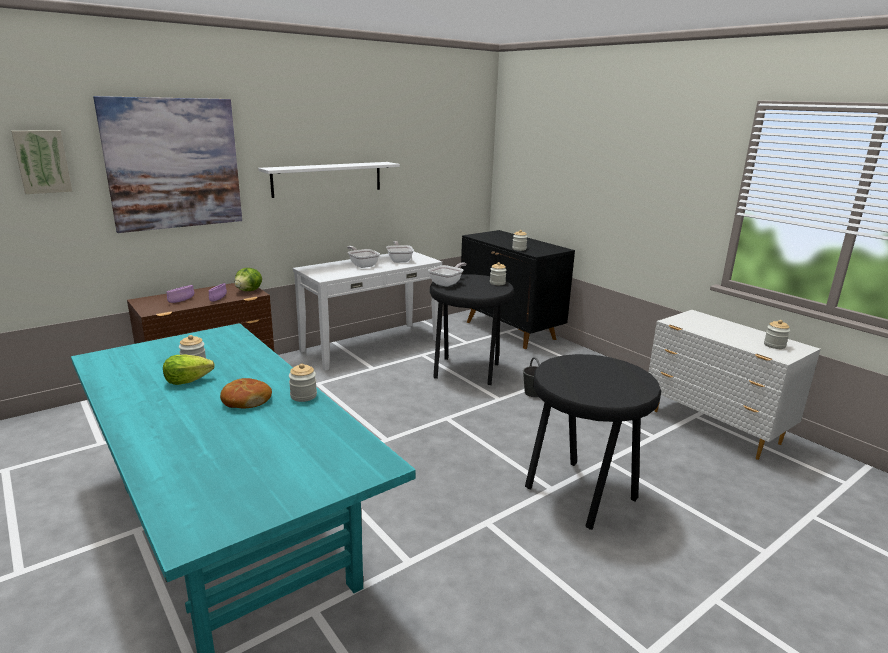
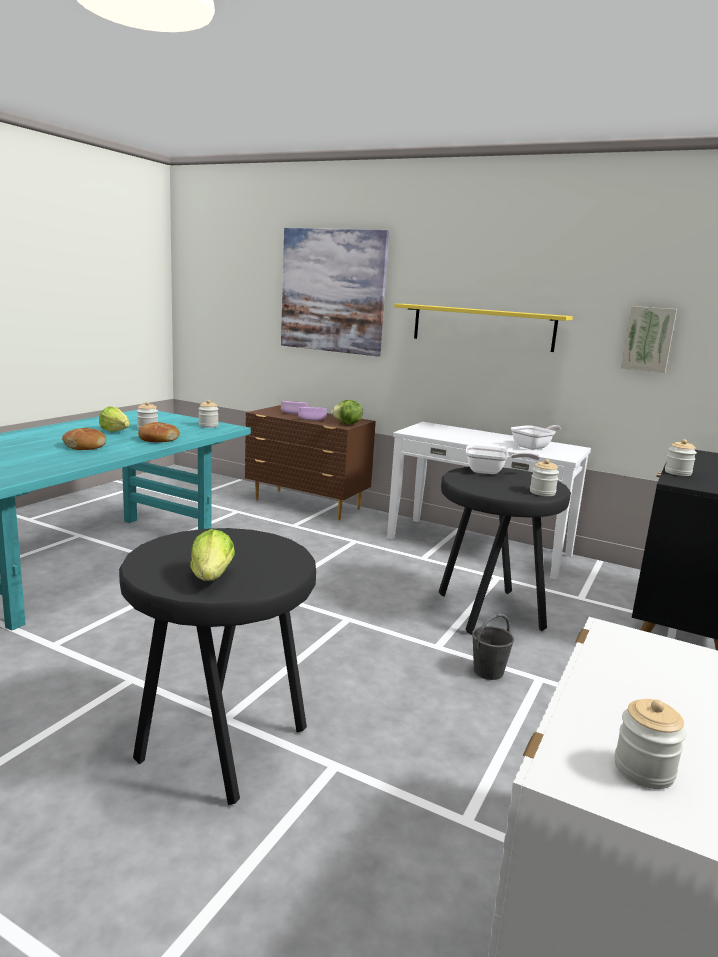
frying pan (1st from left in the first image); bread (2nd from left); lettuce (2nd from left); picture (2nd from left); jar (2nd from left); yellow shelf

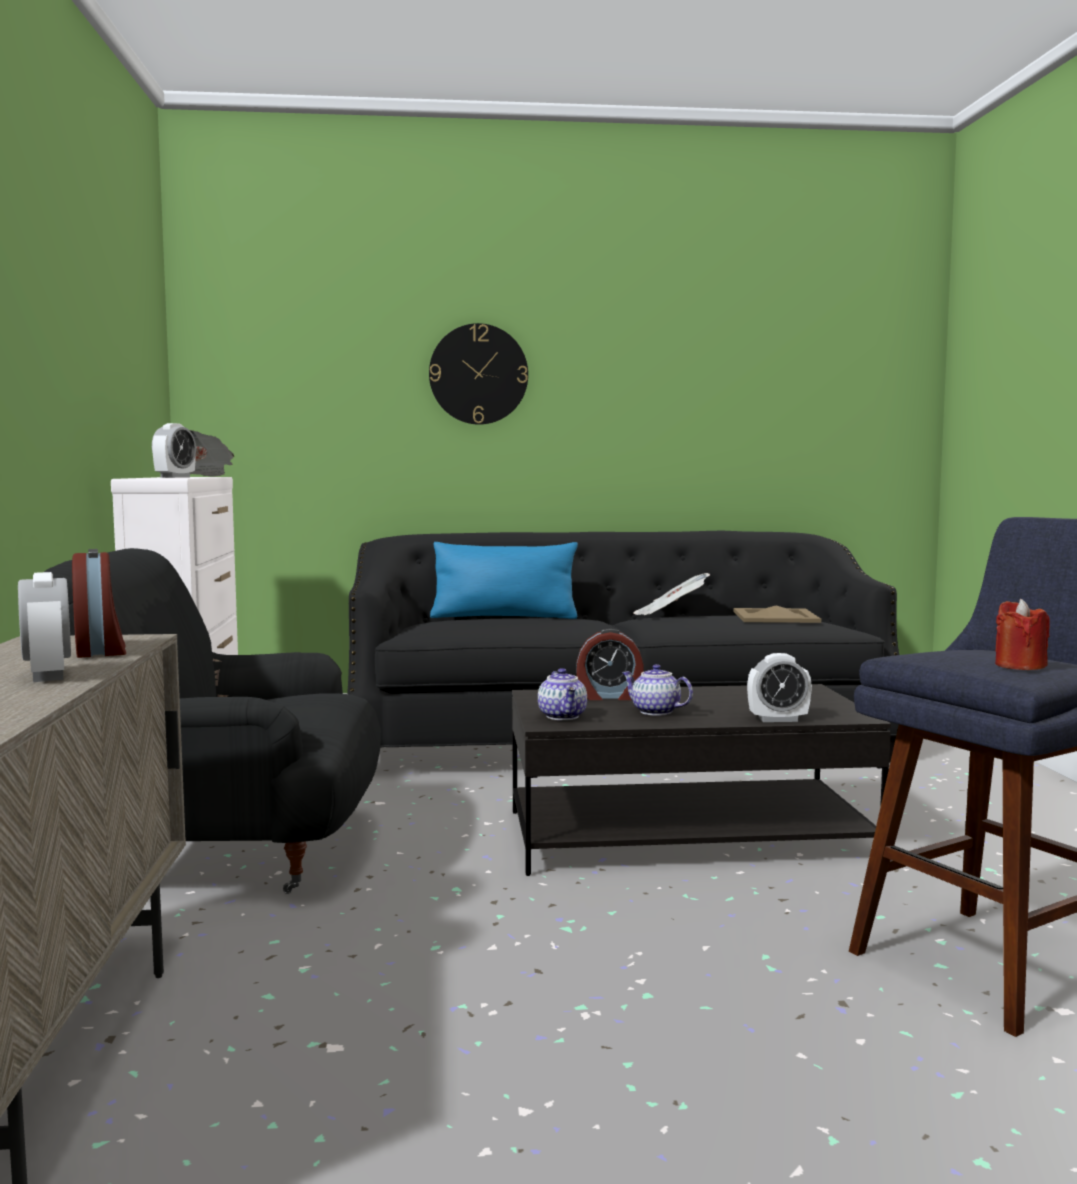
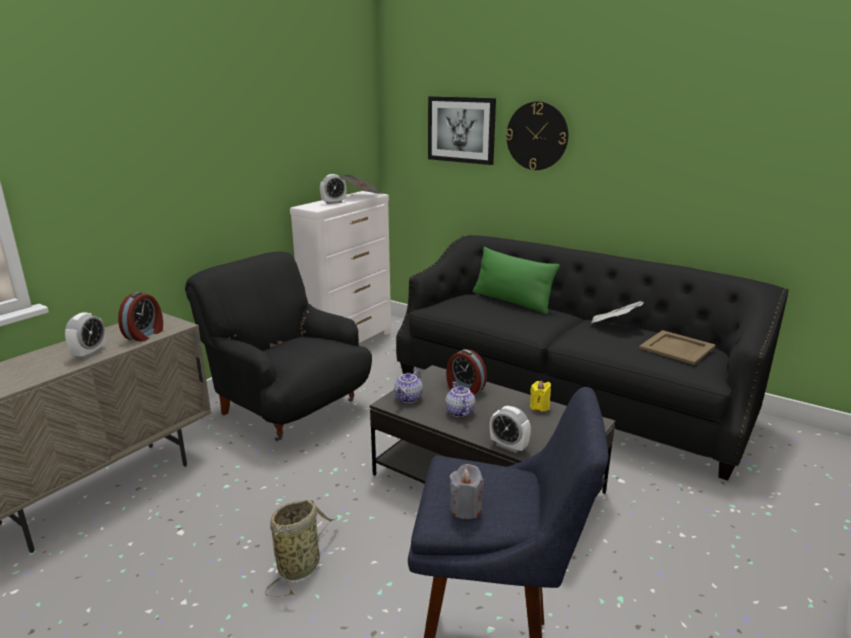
basket; picture; yellow candle; green pillow; grey candle

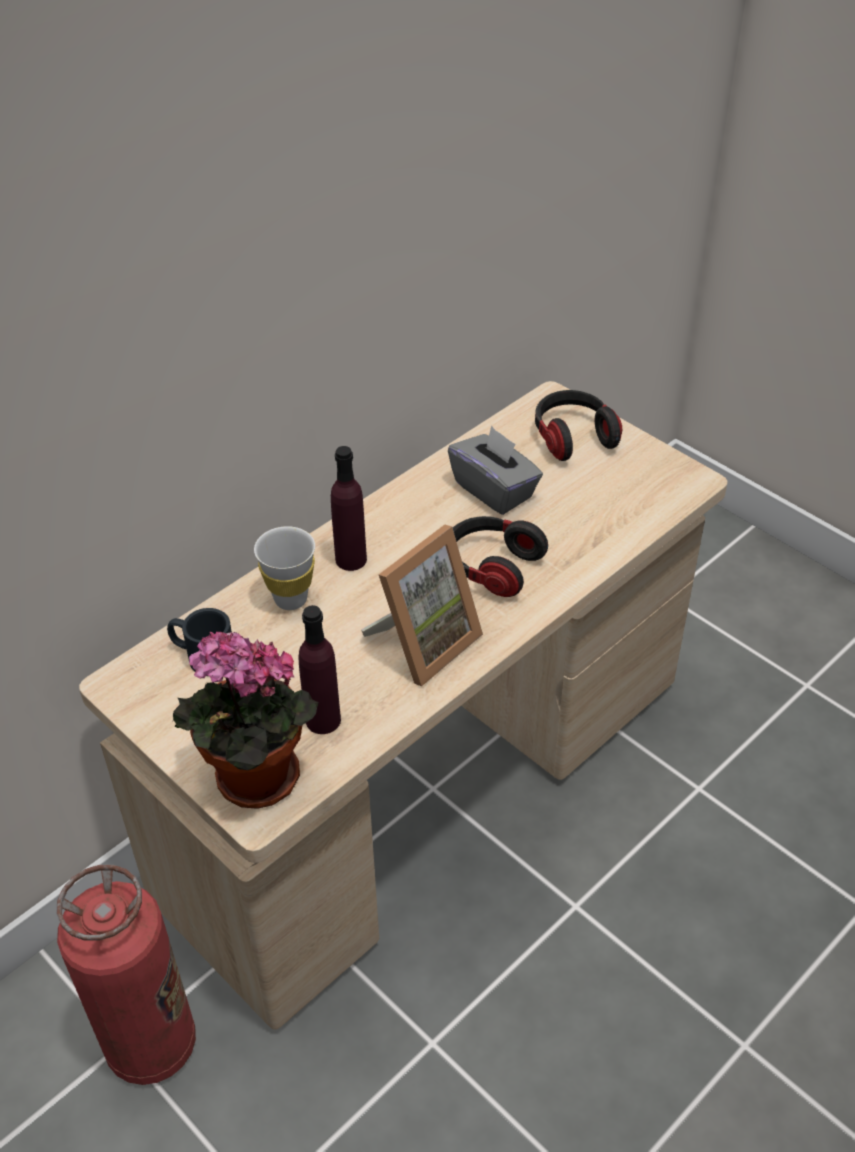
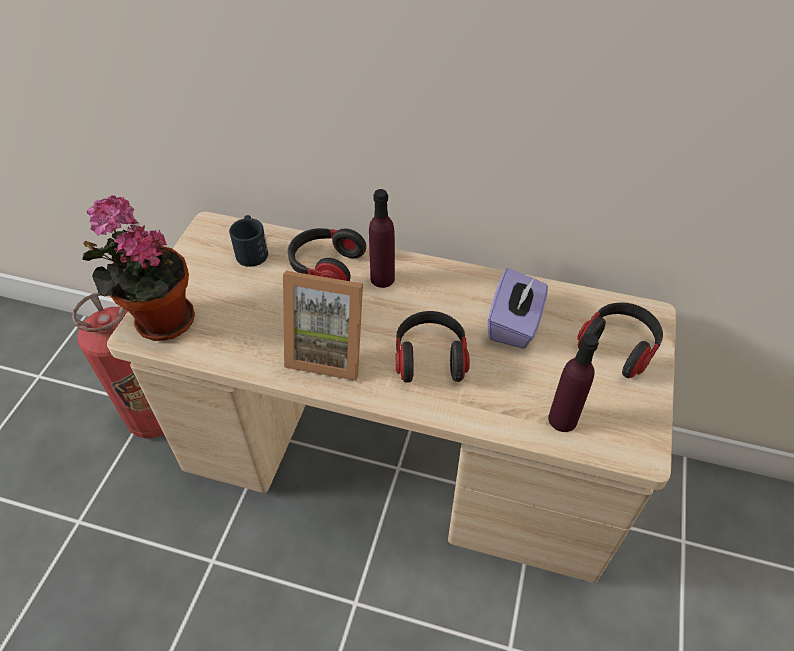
purple bottle (2nd from left); headphones (1st from left); purple tissue box

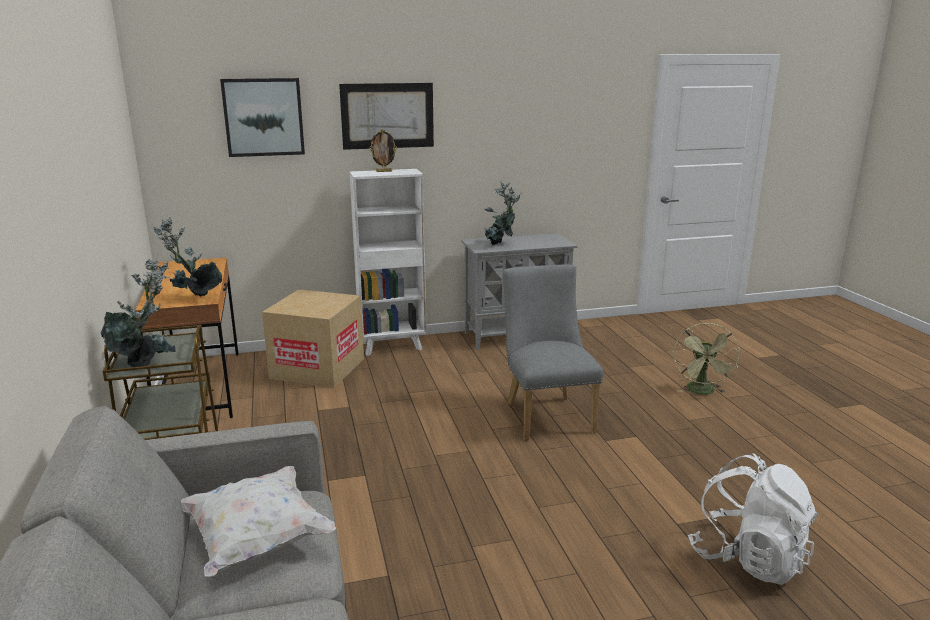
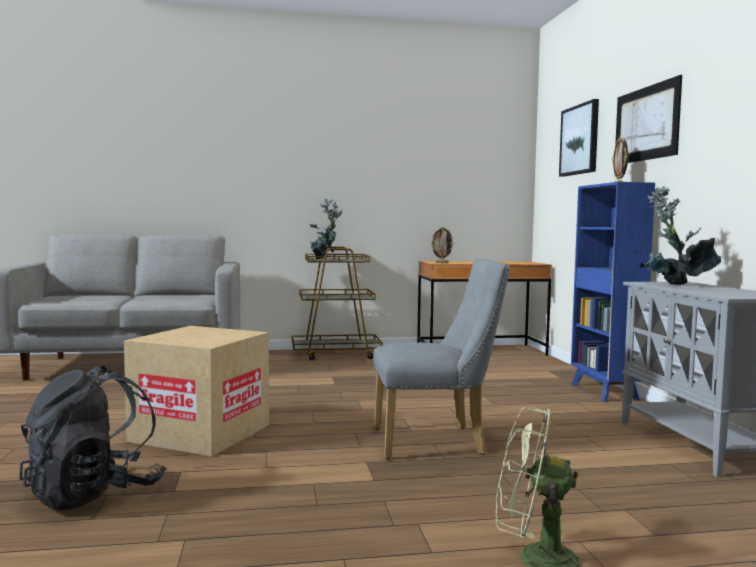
white pillow; cardboard box; picture frame (1st from left); blue bookcase; black backpack

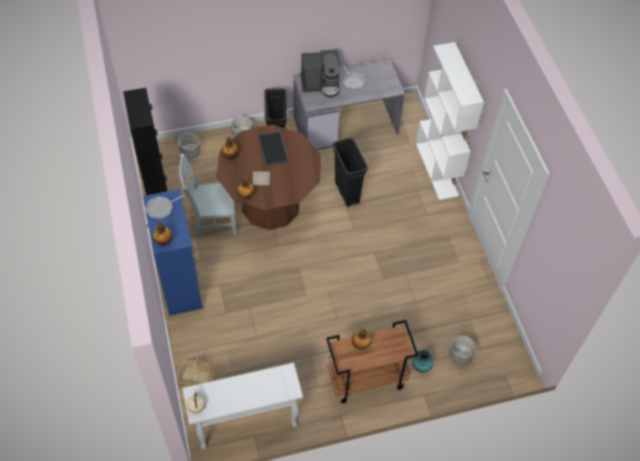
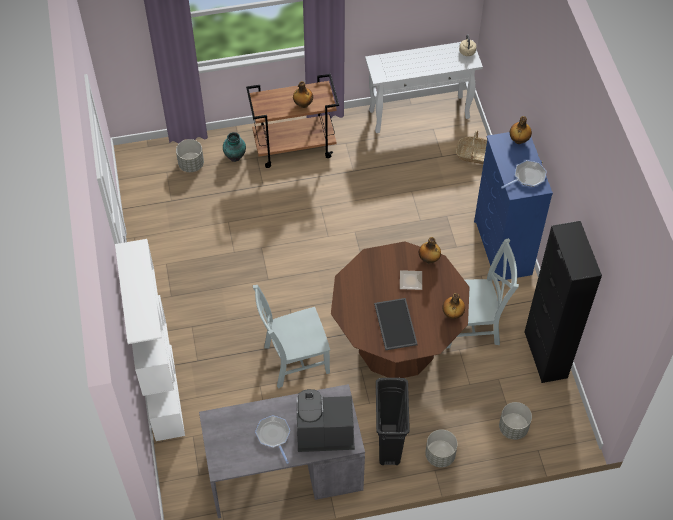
grey chair (1st from left)

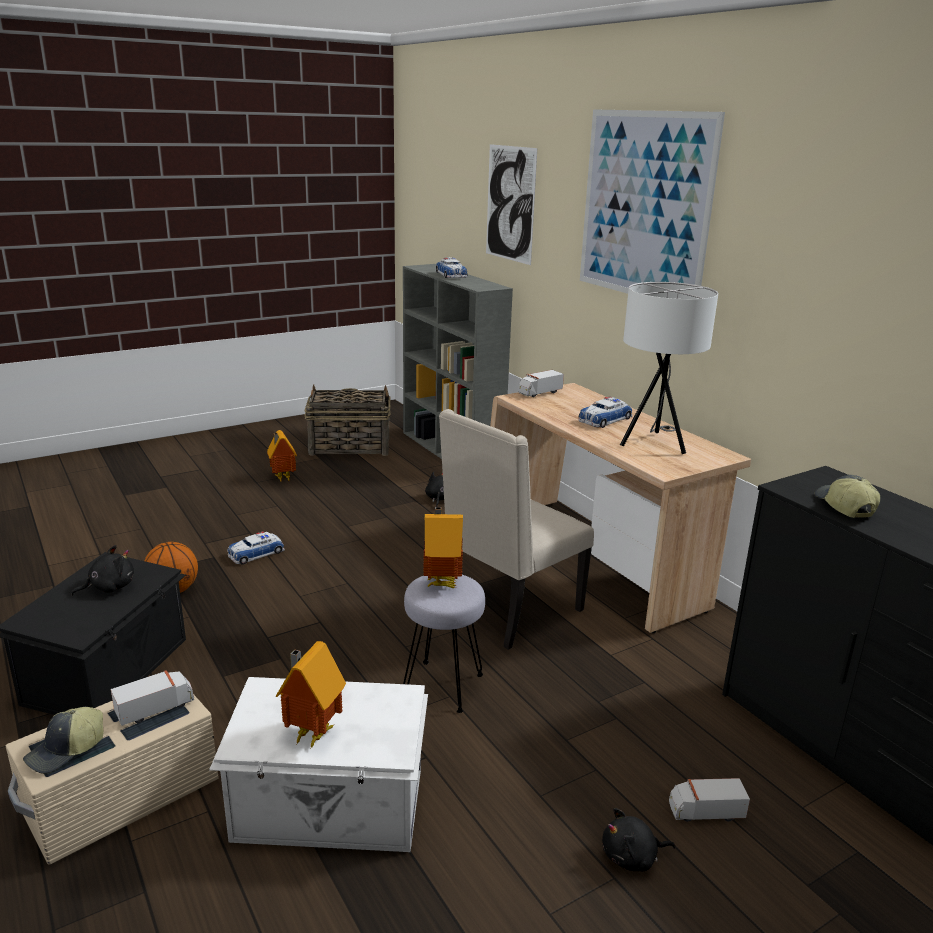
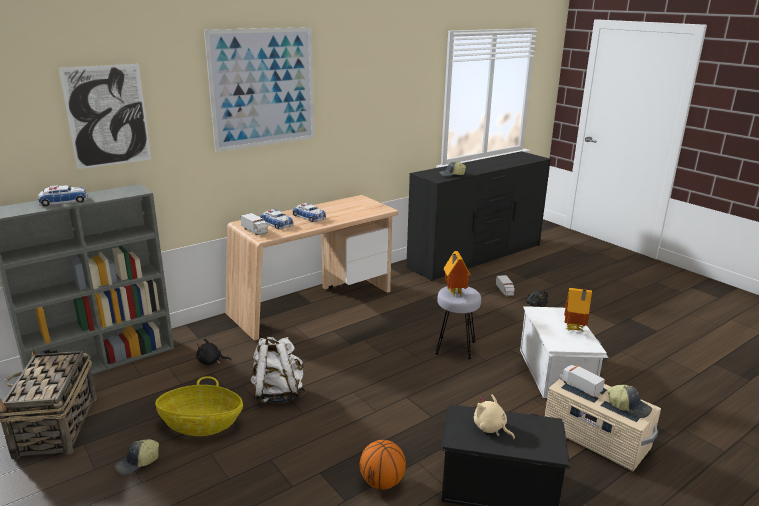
beige chair; white table lamp; basket (2nd from left); white backpack; toy car (2nd from left); cap (1st from left); beige plush toy

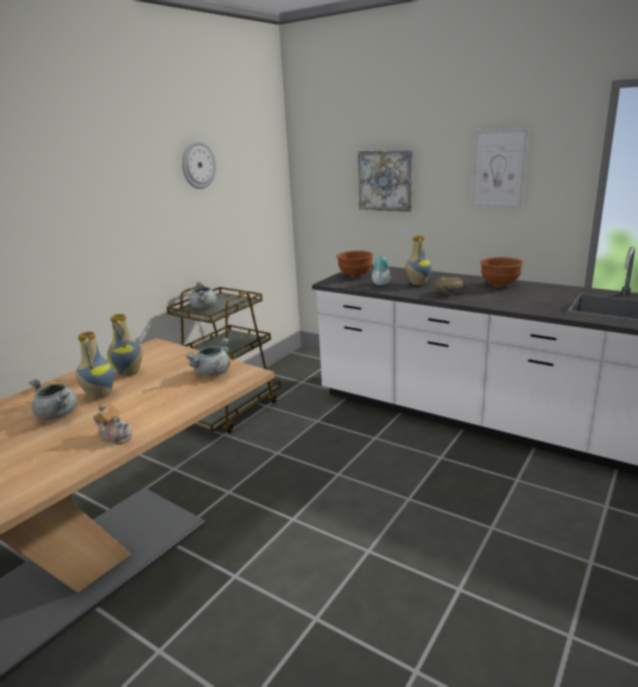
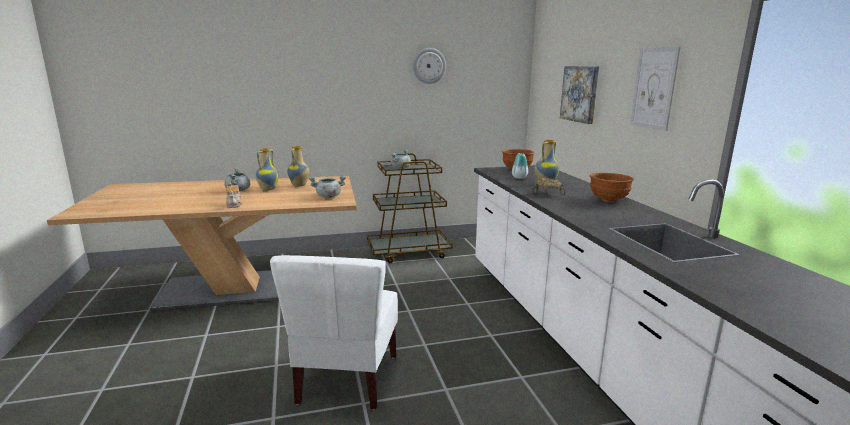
white chair

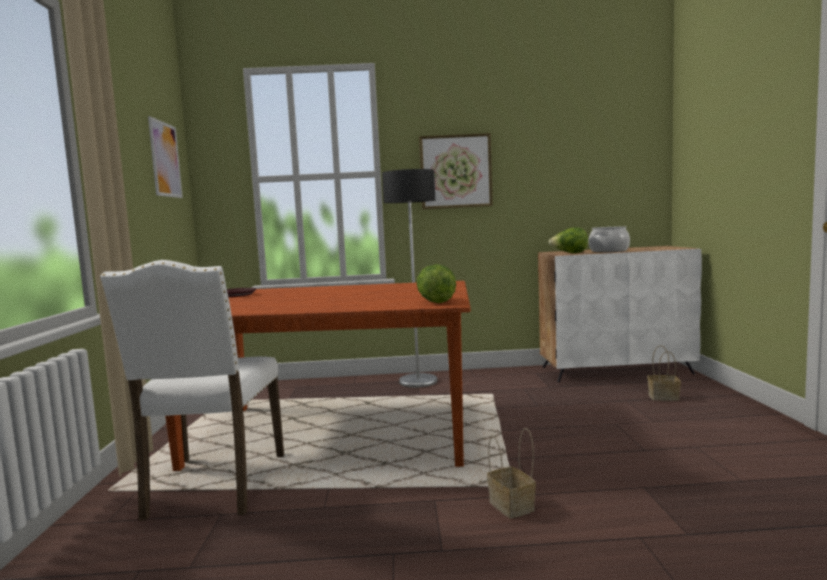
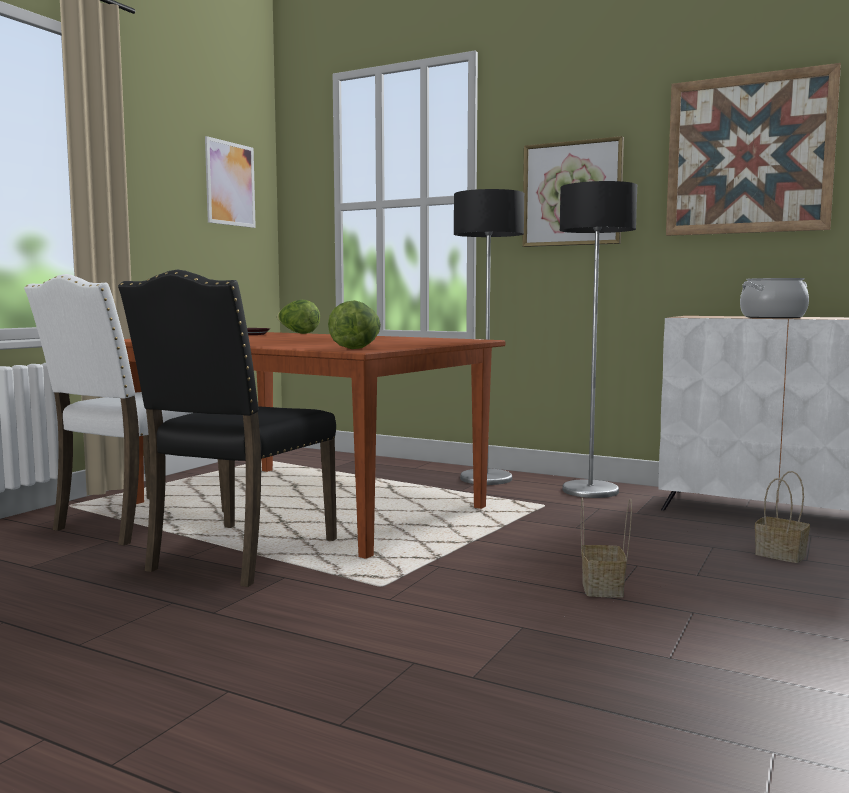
black chair; floor lamp (2nd from left); picture (3rd from left); basket (1st from left); lettuce (1st from left)

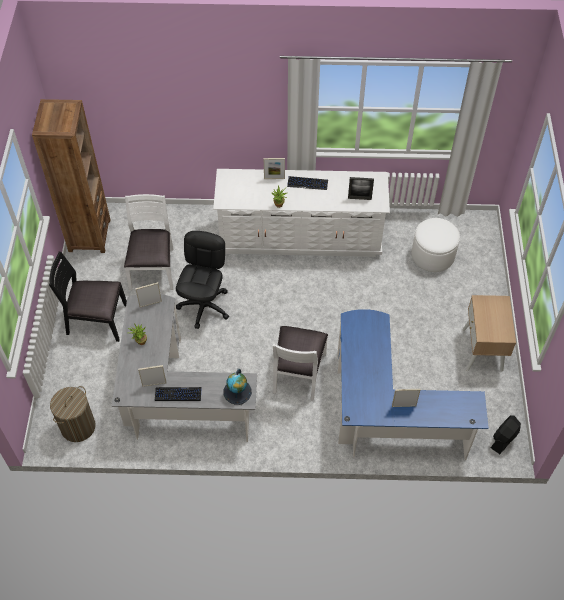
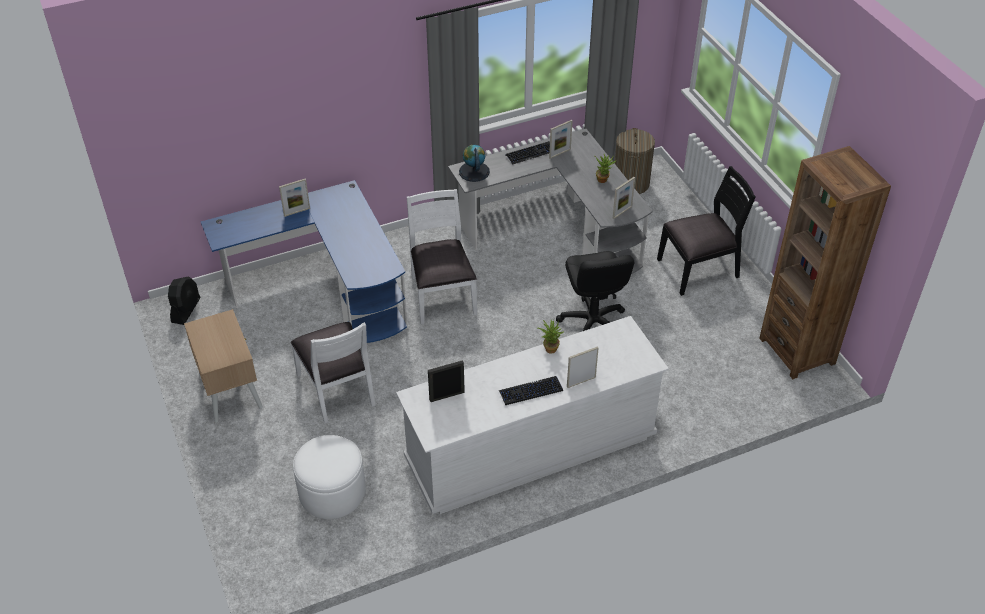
white chair (1st from left)

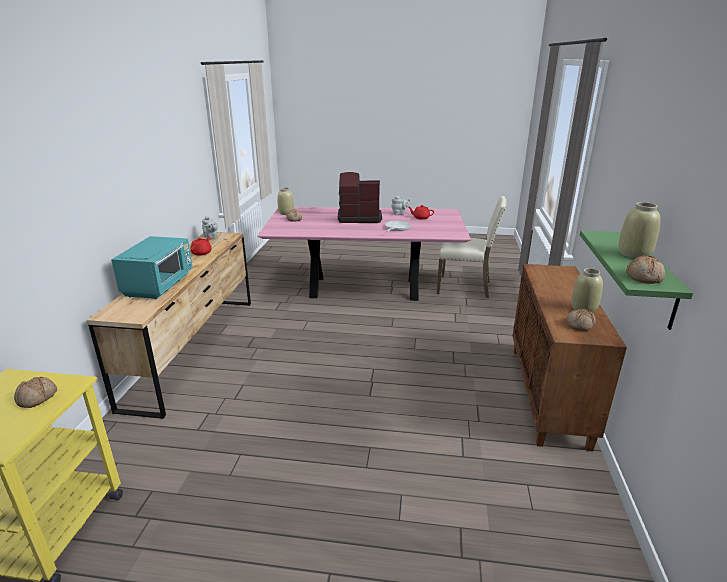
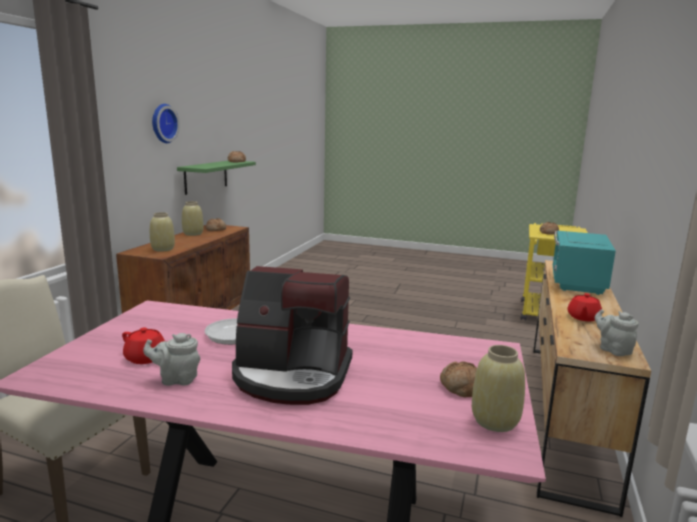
wall clock; beige vase (1st from left)

